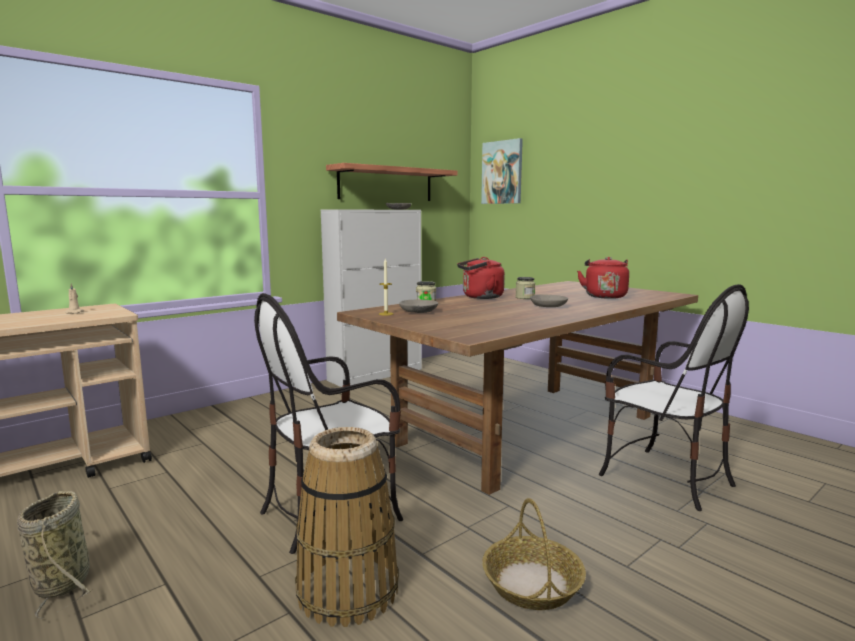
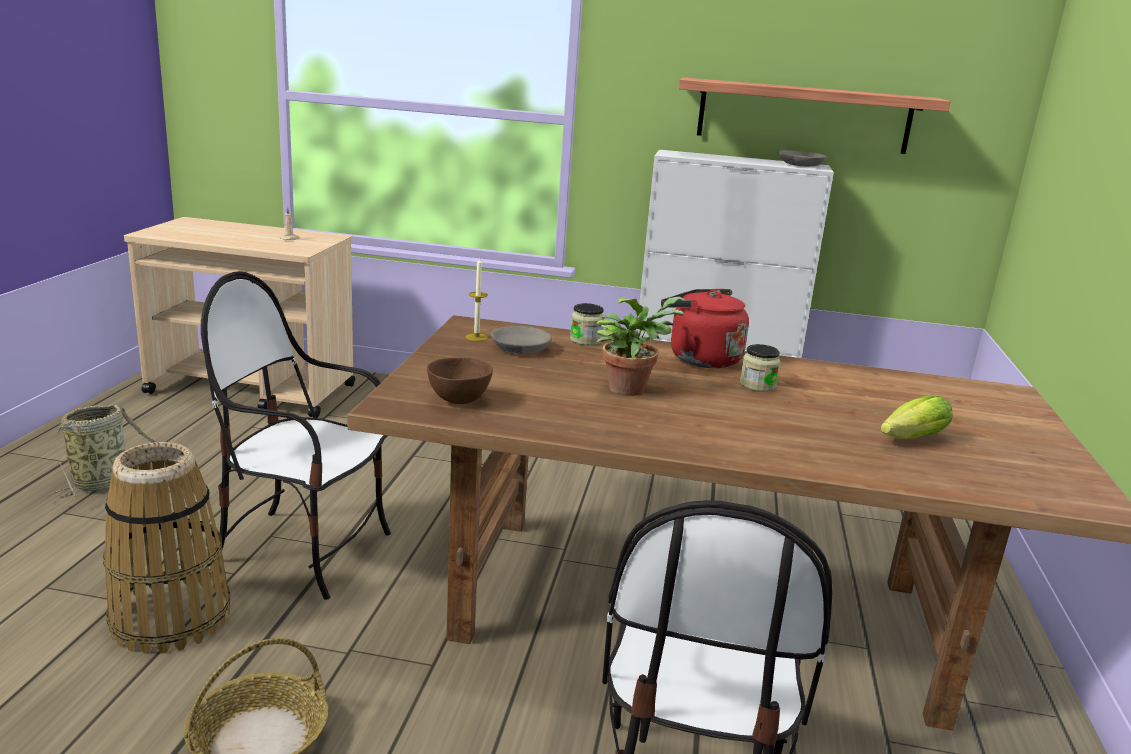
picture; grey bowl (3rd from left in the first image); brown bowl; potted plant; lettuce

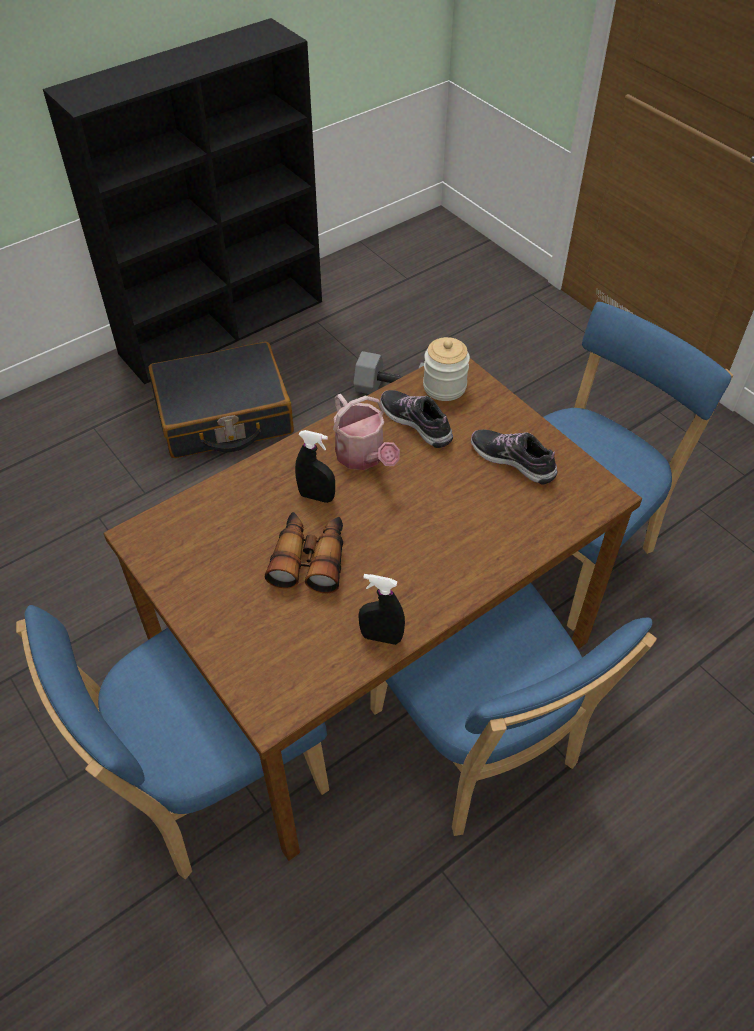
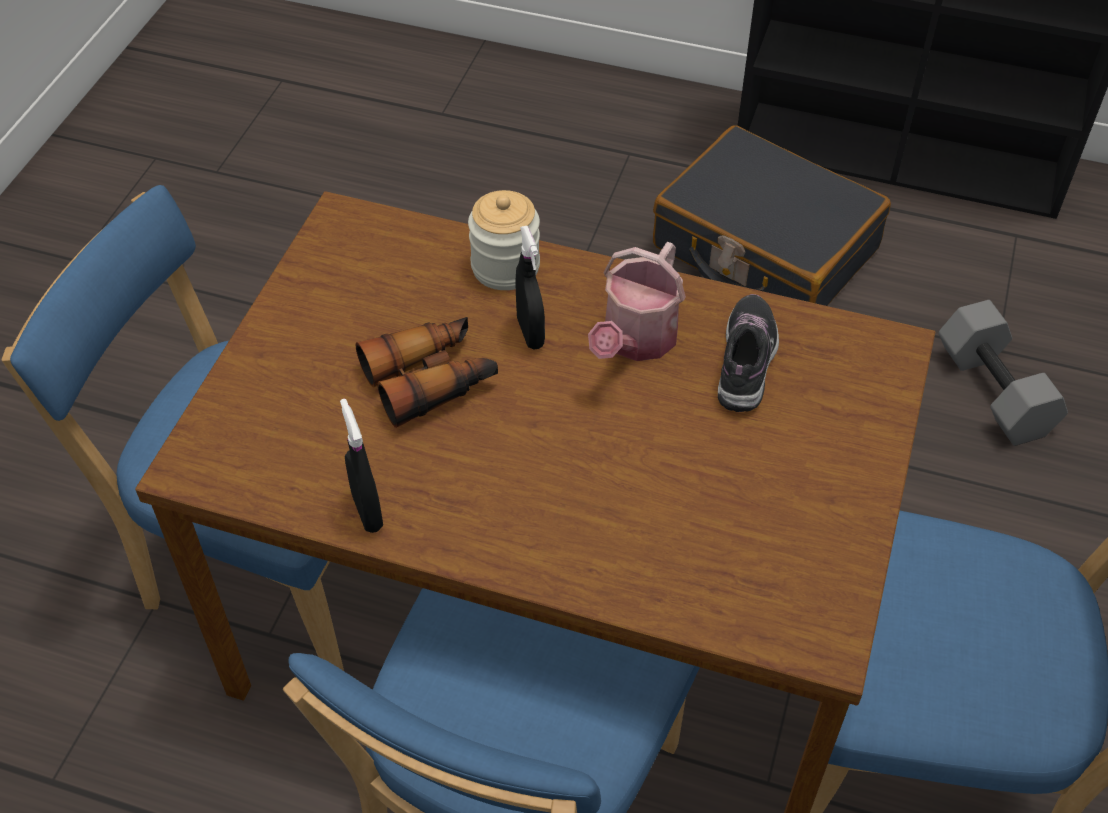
shoe (2nd from left in the first image); jar

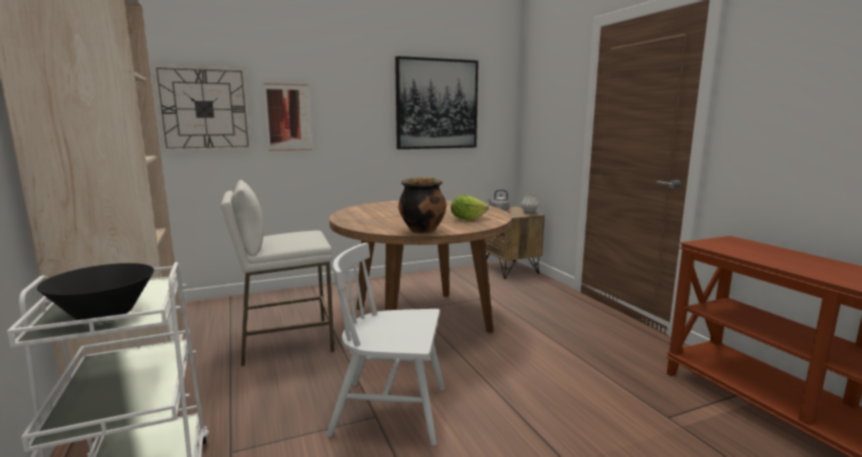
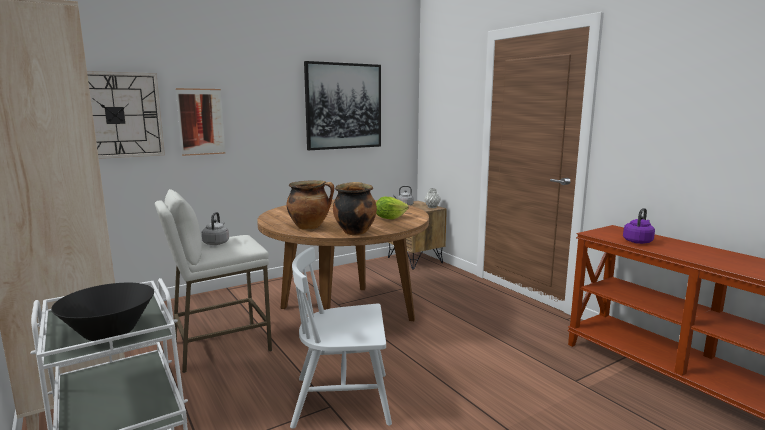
grey kettle (1st from left); cooking pot (1st from left); purple kettle

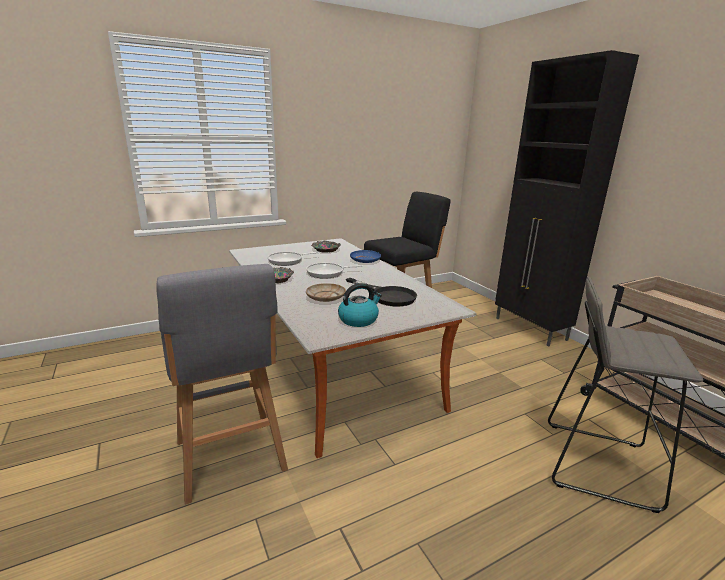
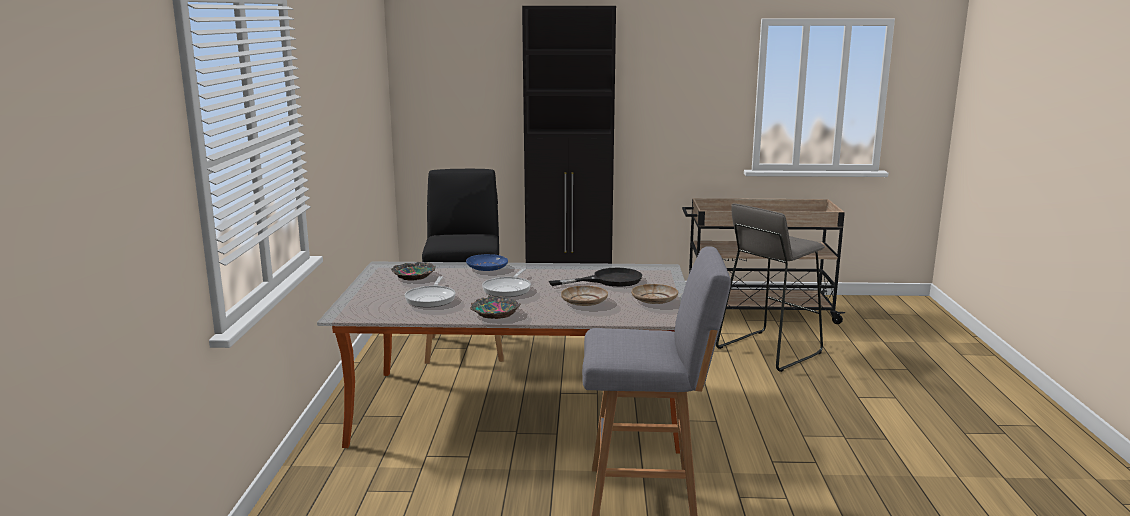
beige plate (2nd from left)

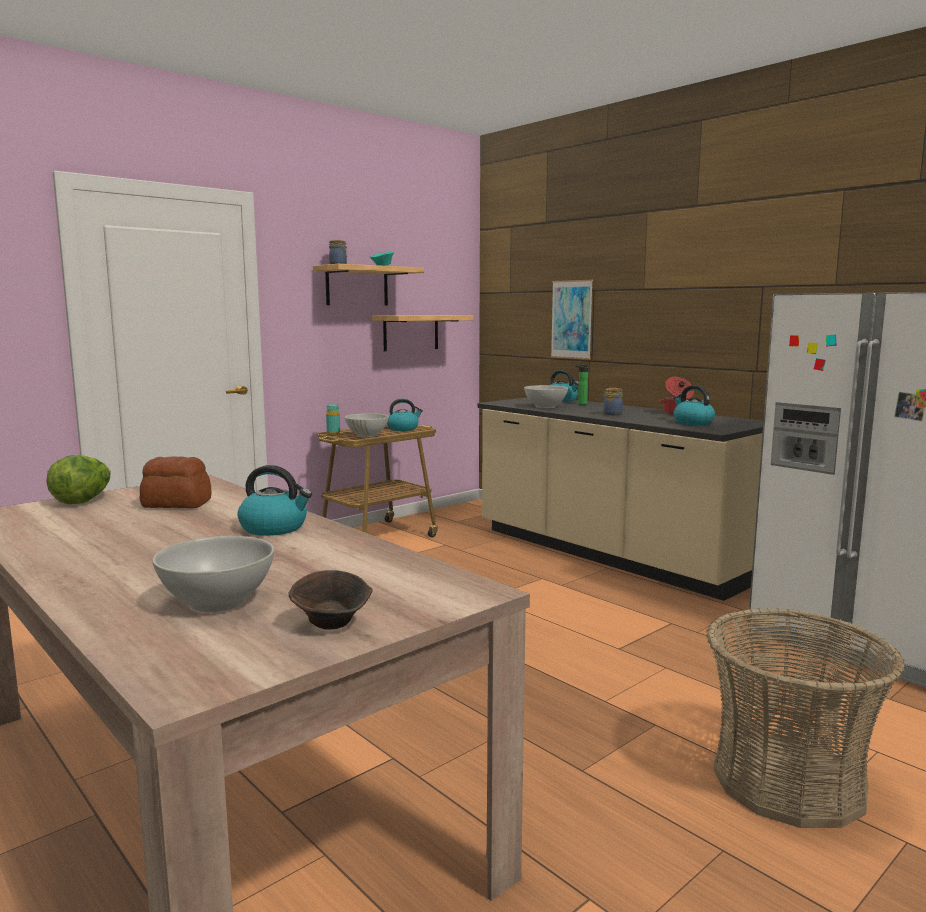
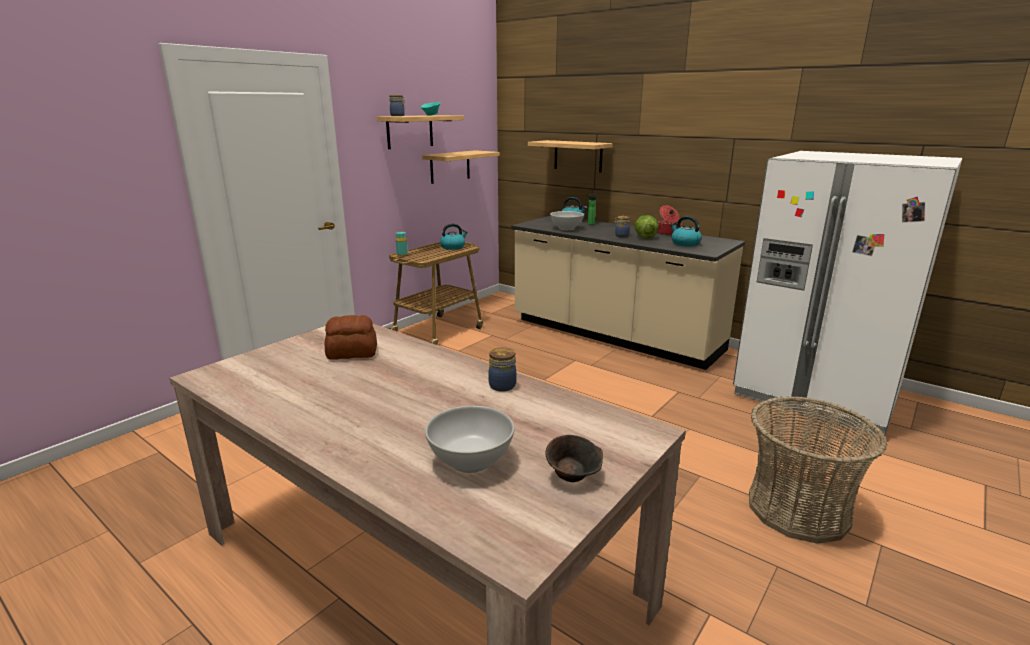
kettle (1st from left in the first image); white bowl (2nd from left in the first image); jar (2nd from left); lettuce; shelf (3rd from left)

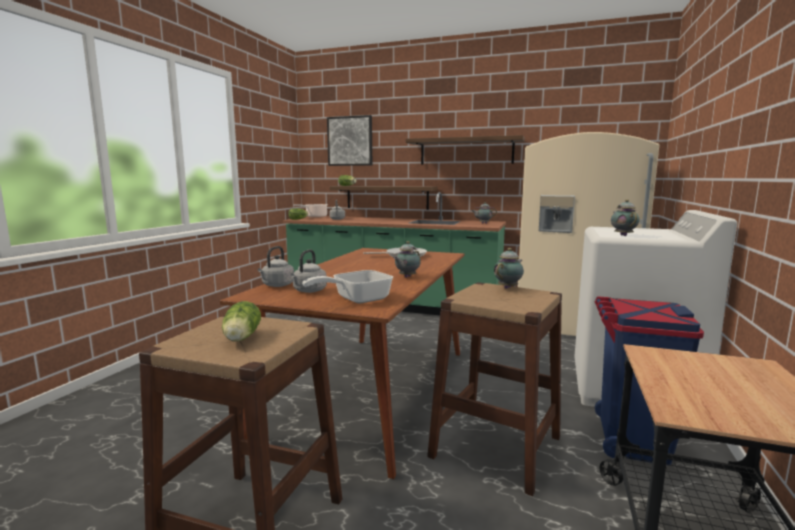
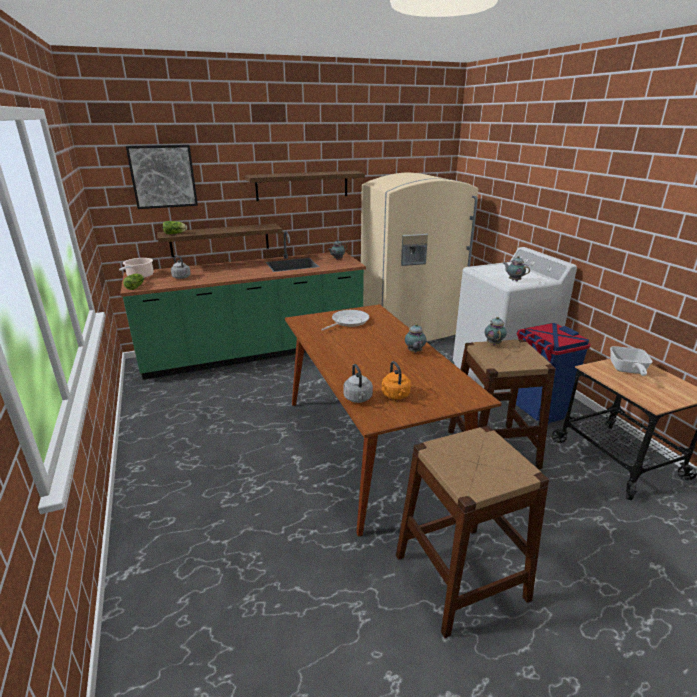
lettuce (1st from left in the first image); frying pan (2nd from left); orange kettle

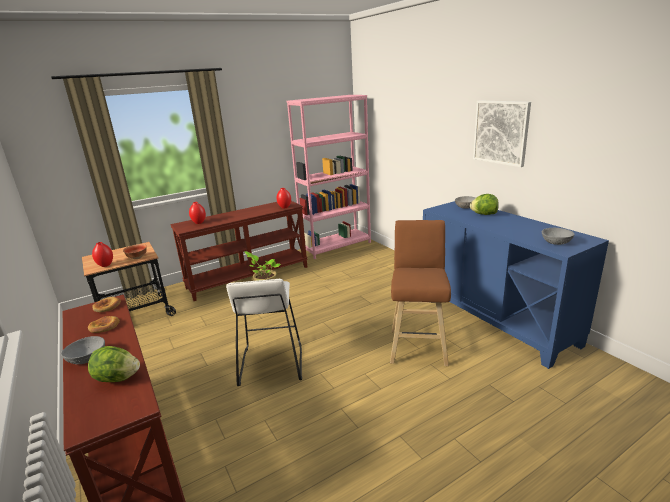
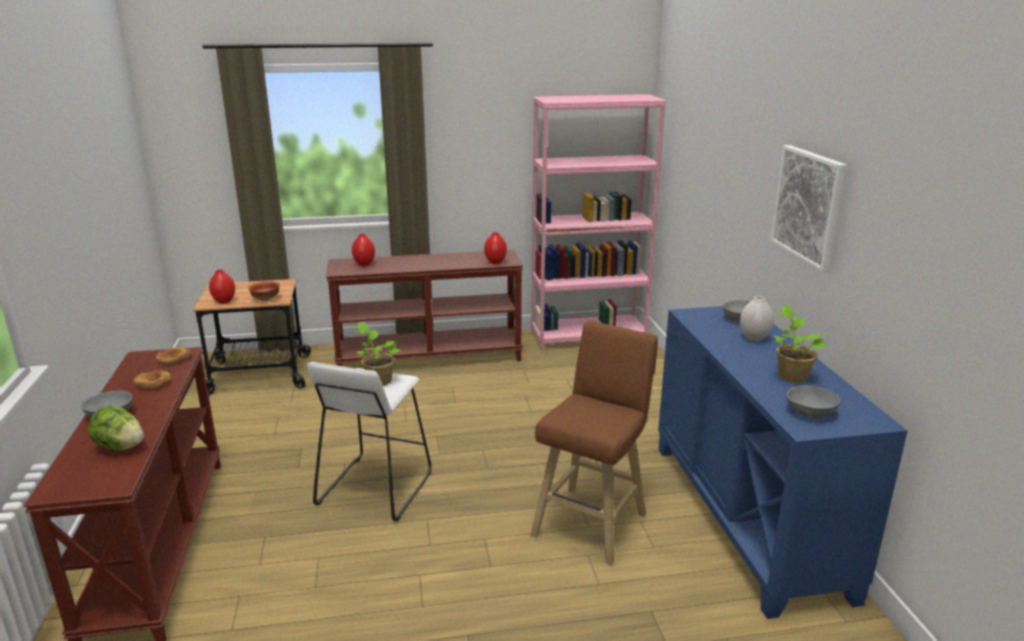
potted plant (2nd from left); white vase

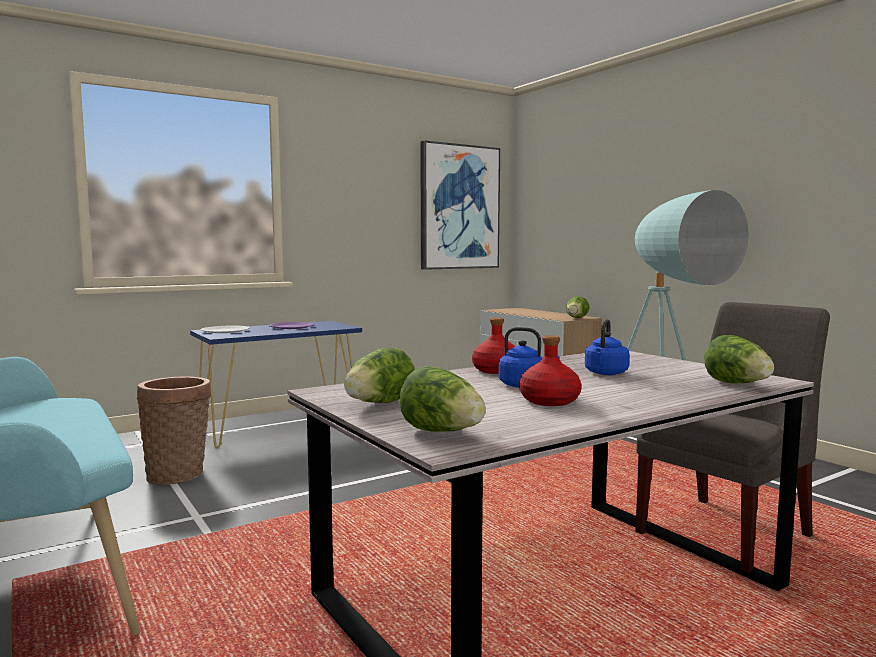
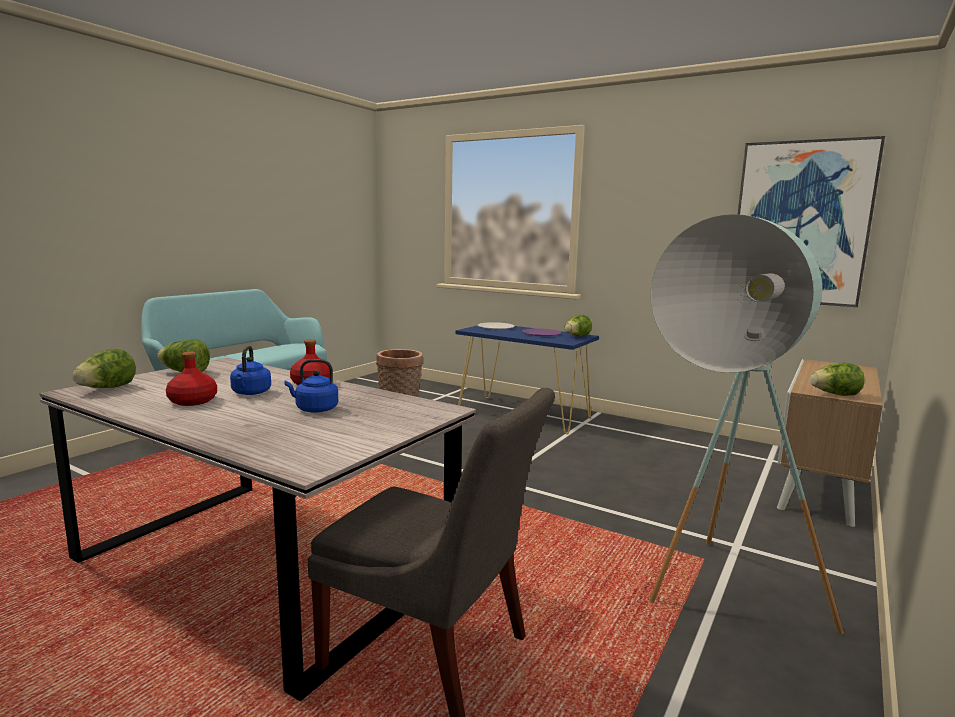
lettuce (3rd from left)

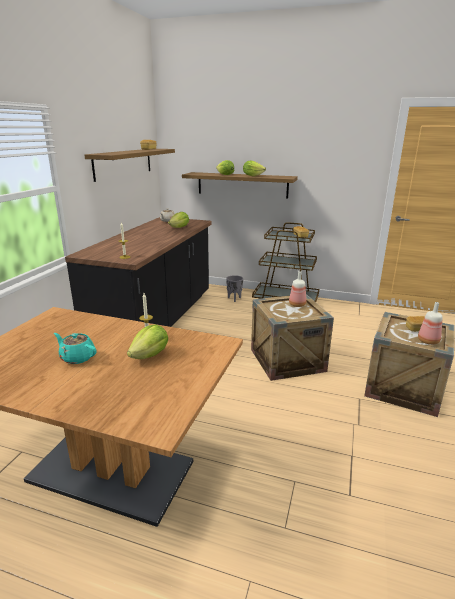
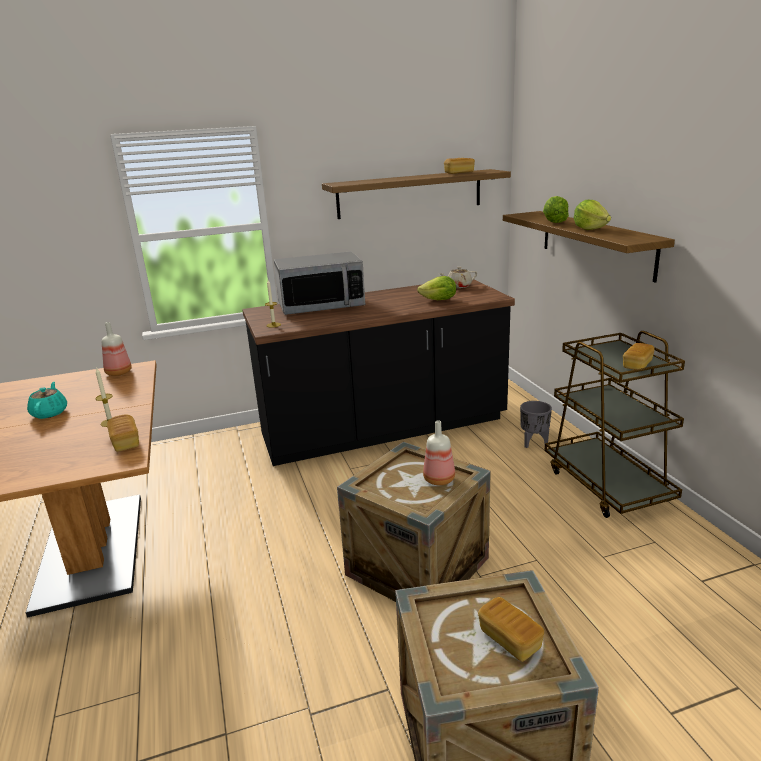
lettuce (1st from left in the first image); bread (1st from left); microwave; bottle (1st from left)

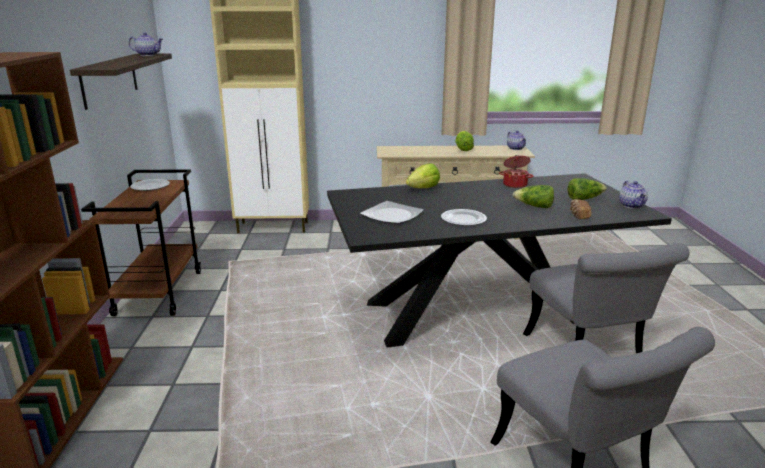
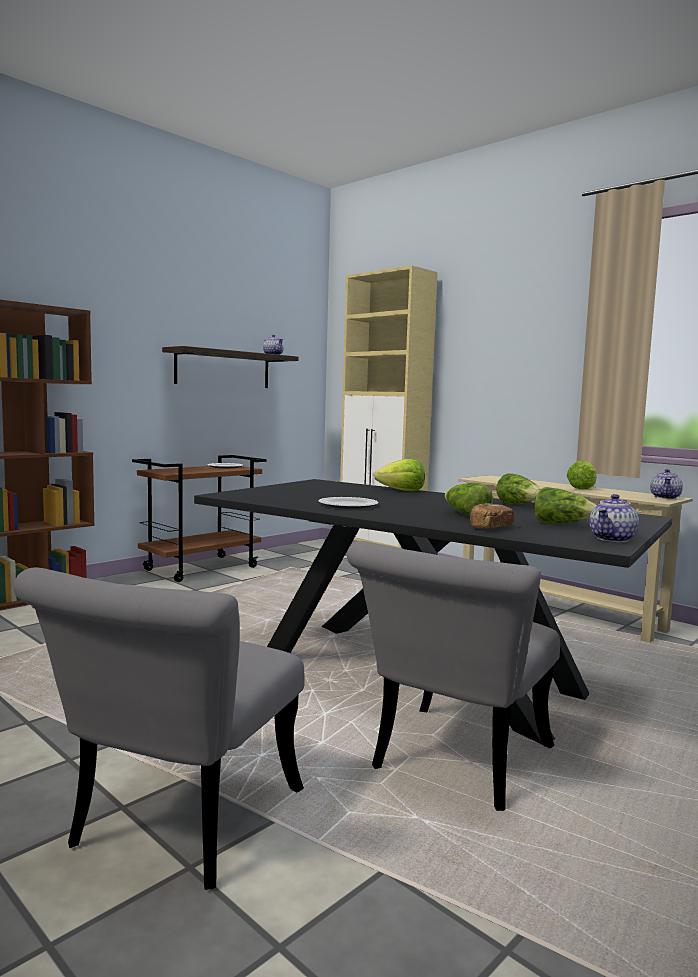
plate (2nd from left in the first image); lettuce (3rd from left)

